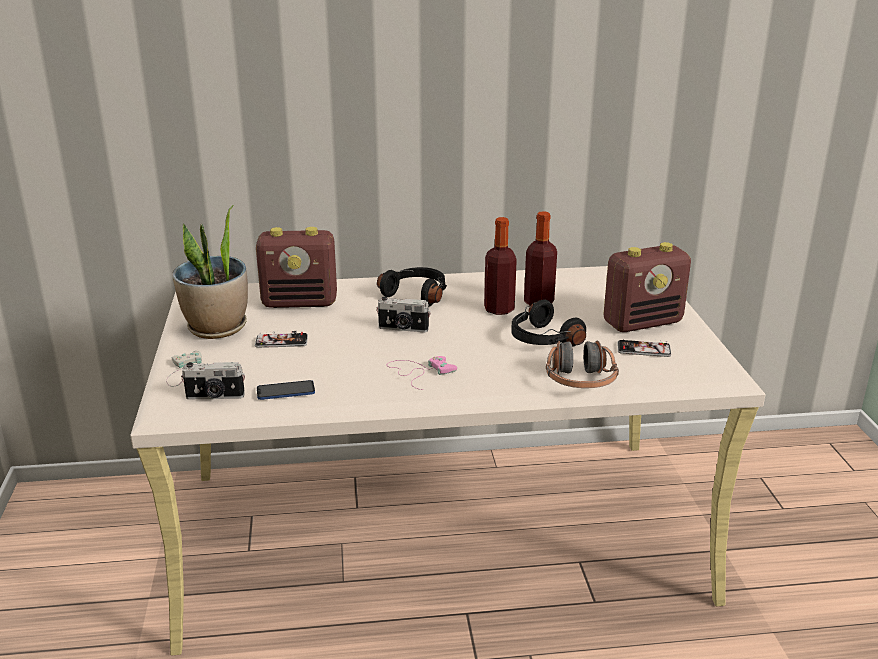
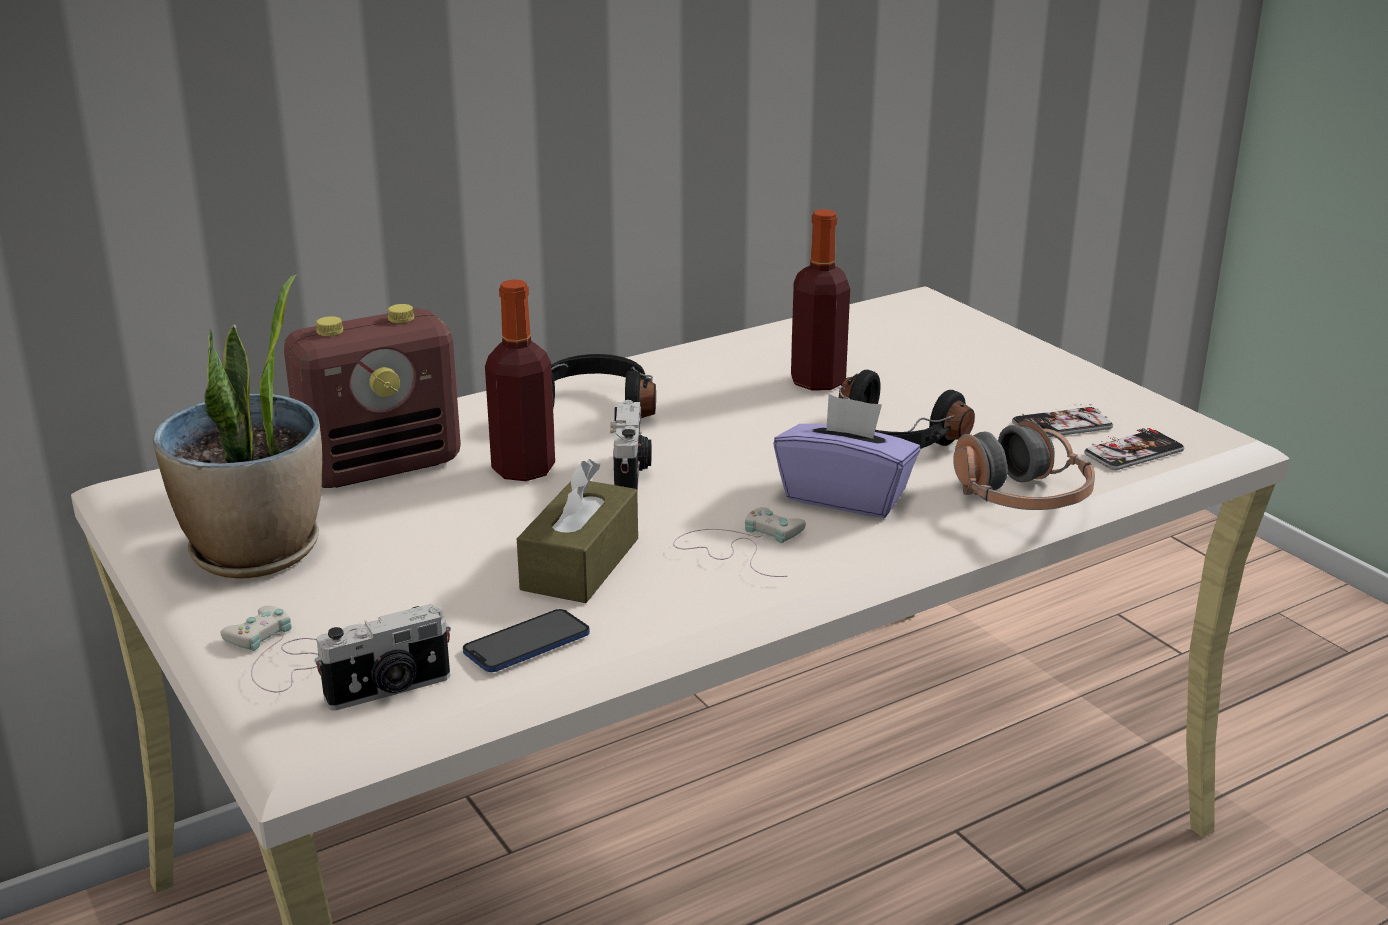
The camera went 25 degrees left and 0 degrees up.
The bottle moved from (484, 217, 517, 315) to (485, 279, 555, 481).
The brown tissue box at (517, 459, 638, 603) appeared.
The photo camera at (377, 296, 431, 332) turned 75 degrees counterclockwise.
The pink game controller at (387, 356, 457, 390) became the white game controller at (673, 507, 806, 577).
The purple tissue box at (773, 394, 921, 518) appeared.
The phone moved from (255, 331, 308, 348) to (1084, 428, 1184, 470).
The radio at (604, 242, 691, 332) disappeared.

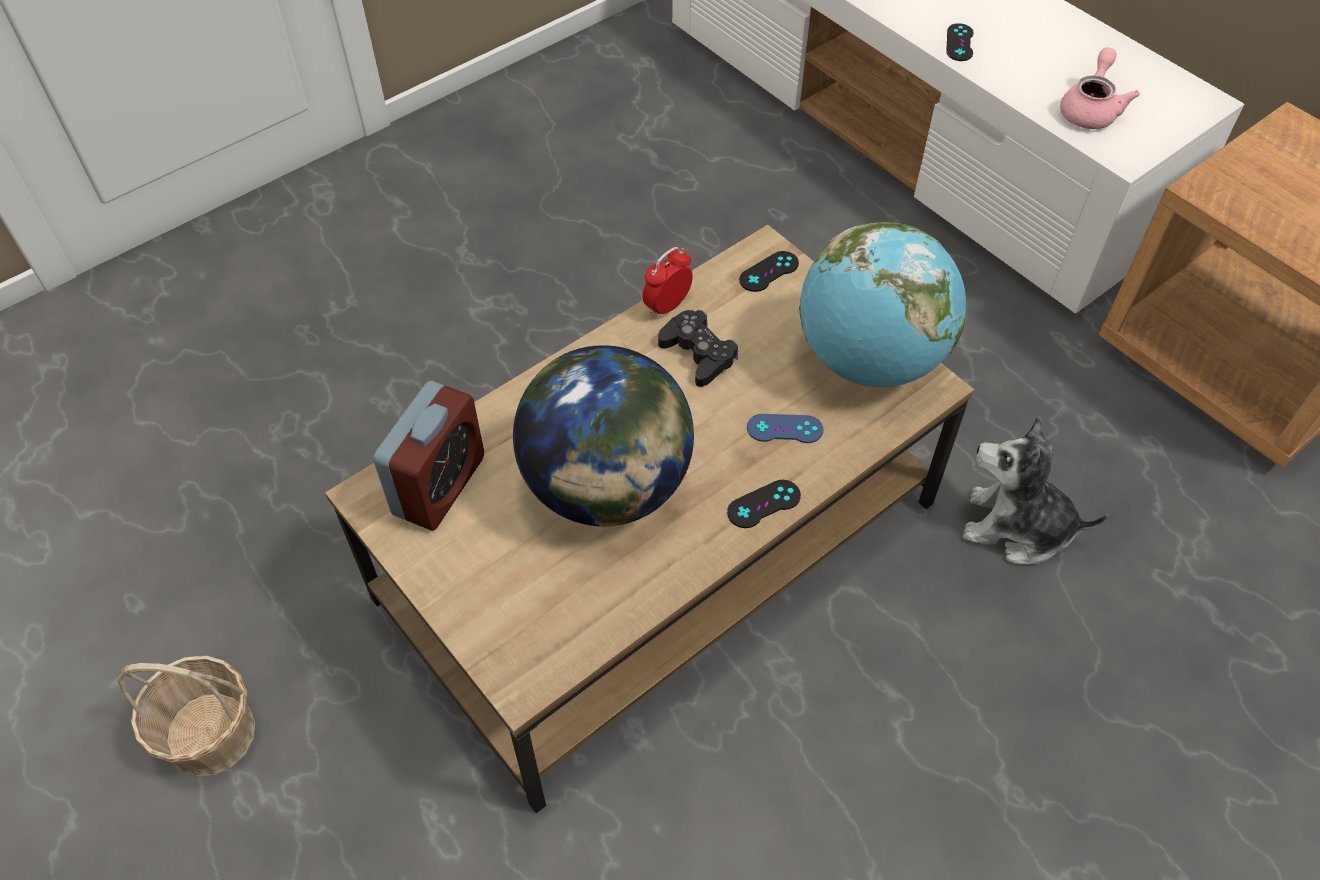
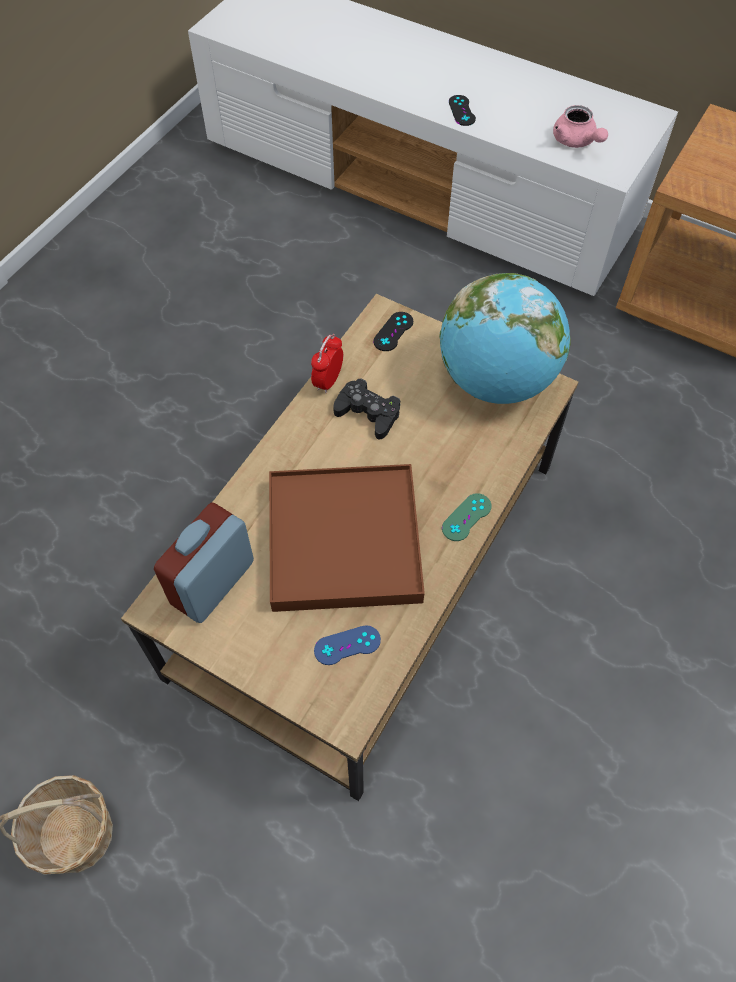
The camera went 20 degrees left and 5 degrees up.
The alarm clock at (373, 381, 484, 531) turned 150 degrees counterclockwise.
The globe at (513, 345, 694, 526) was replaced by the brown tray at (269, 464, 425, 612).
The blue game controller moved from (747, 414, 823, 443) to (314, 625, 381, 665).
The black game controller at (727, 480, 801, 528) became the green game controller at (442, 493, 492, 541).
The pink teapot at (1060, 47, 1140, 129) turned 150 degrees clockwise.
The plush toy at (963, 416, 1108, 564) disappeared.

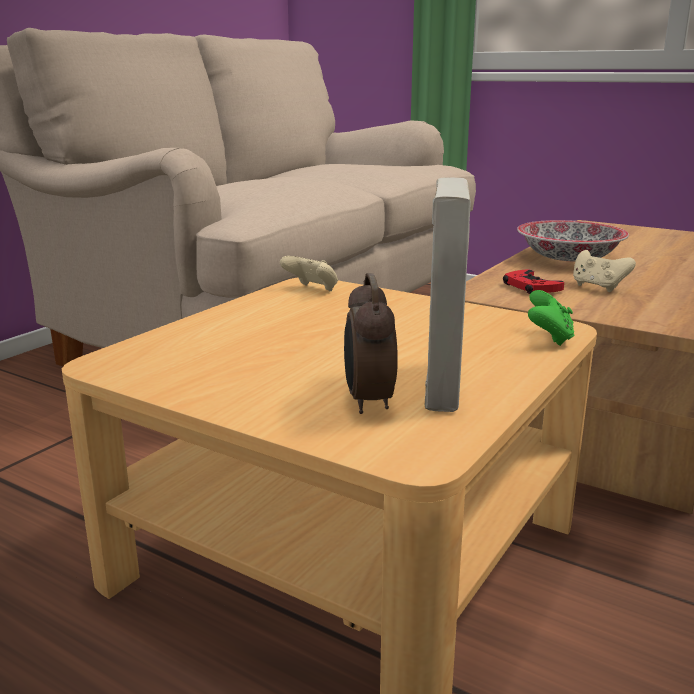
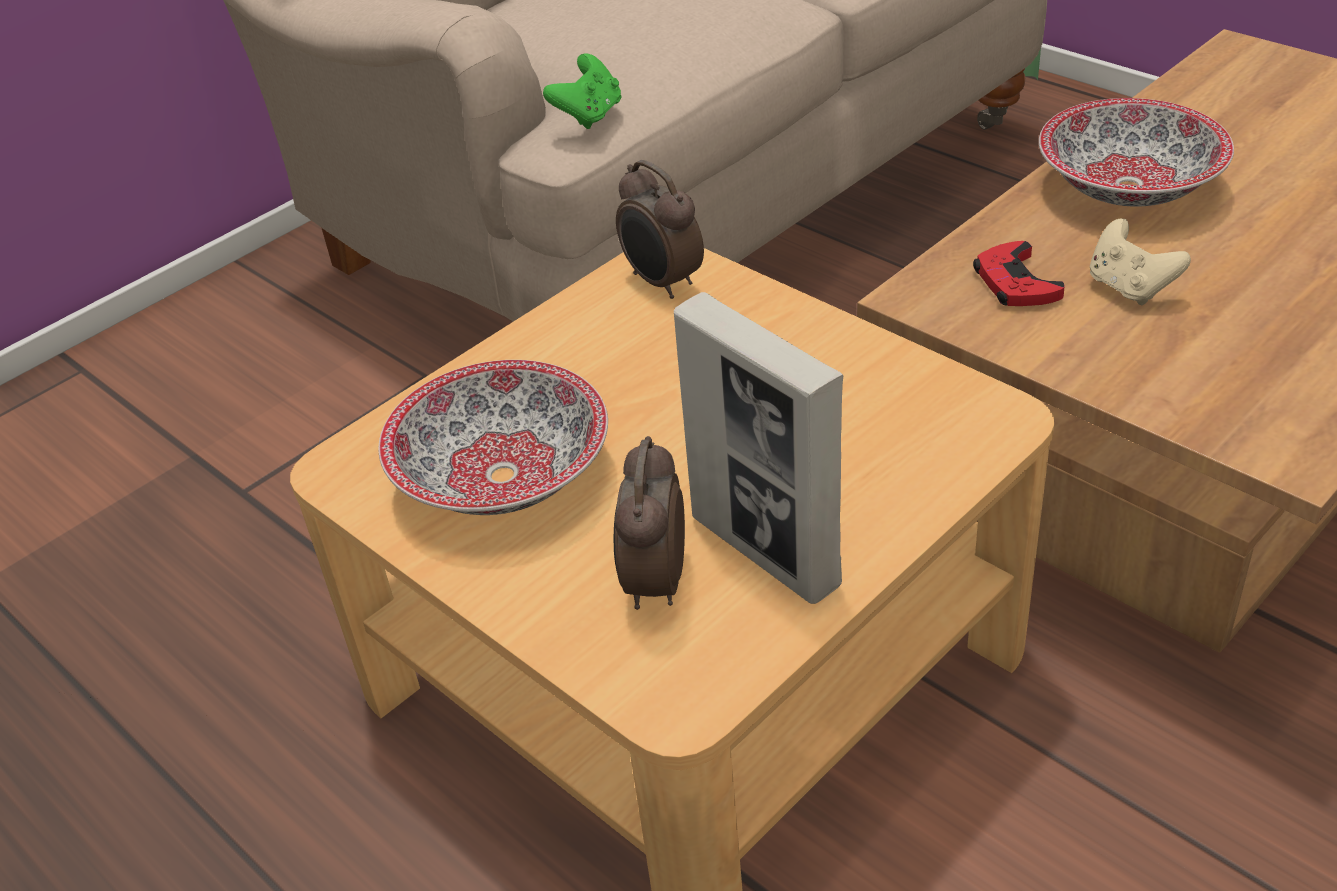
The camera went 15 degrees right and 20 degrees up.
The bowl at (378, 360, 608, 515) appeared.
The green game controller moved from (528, 290, 574, 346) to (543, 54, 621, 129).
The beige game controller at (280, 256, 338, 291) was replaced by the alarm clock at (616, 160, 704, 299).
The picture frame at (425, 177, 471, 412) turned 120 degrees clockwise.

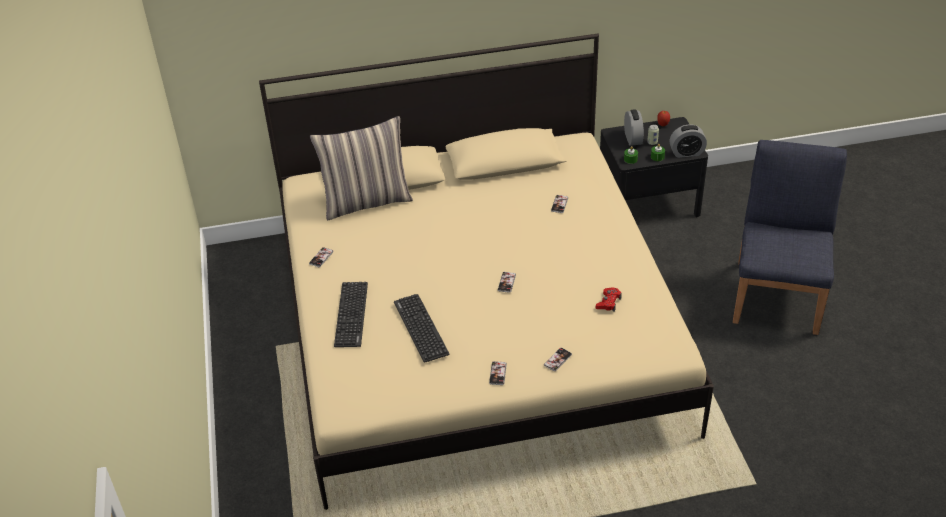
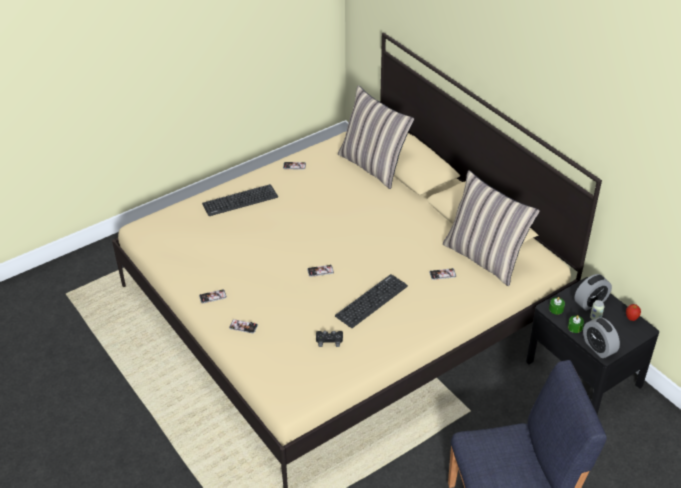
The camera went 65 degrees right and 0 degrees up.
The red game controller at (596, 287, 622, 312) became the black game controller at (316, 331, 343, 347).
The keyboard moved from (394, 294, 450, 363) to (335, 274, 408, 328).
The pillow at (443, 170, 540, 286) appeared.

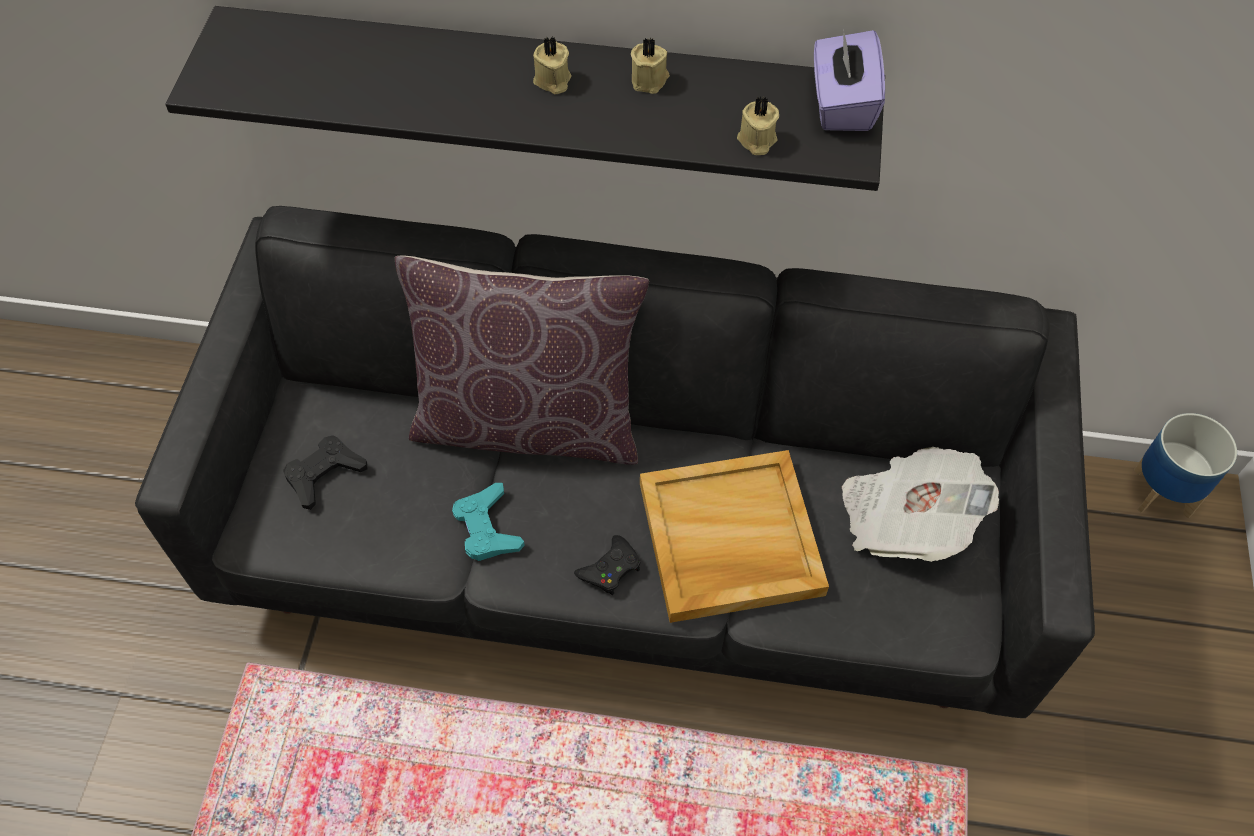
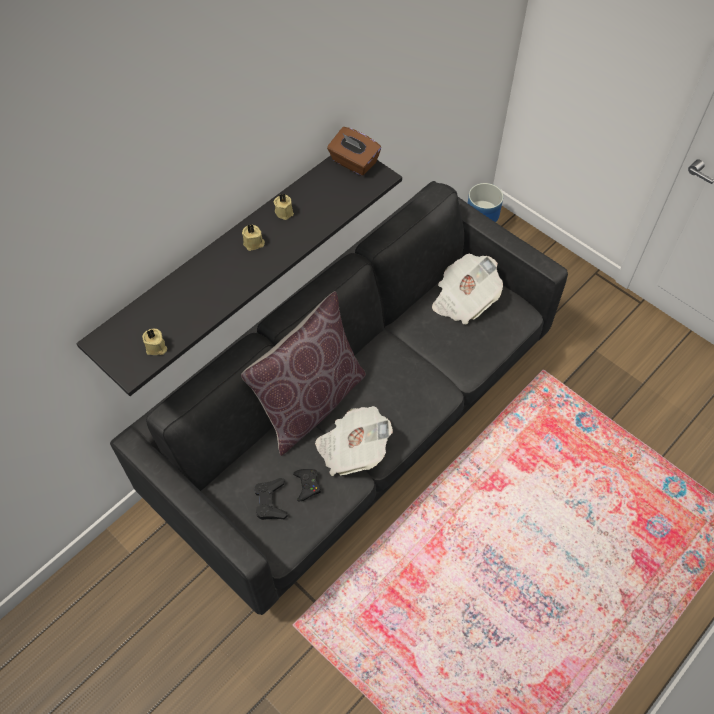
The camera went 55 degrees left and 0 degrees up.
The beige candle moved from (737, 97, 779, 155) to (142, 329, 167, 355).
The black game controller moved from (574, 535, 640, 595) to (293, 469, 321, 502).
The turquoise game controller at (452, 483, 525, 561) was replaced by the newspaper at (315, 406, 393, 476).
The purple tissue box at (814, 28, 885, 131) became the brown tissue box at (327, 127, 381, 176).
The beige tray at (640, 450, 829, 623) disappeared.

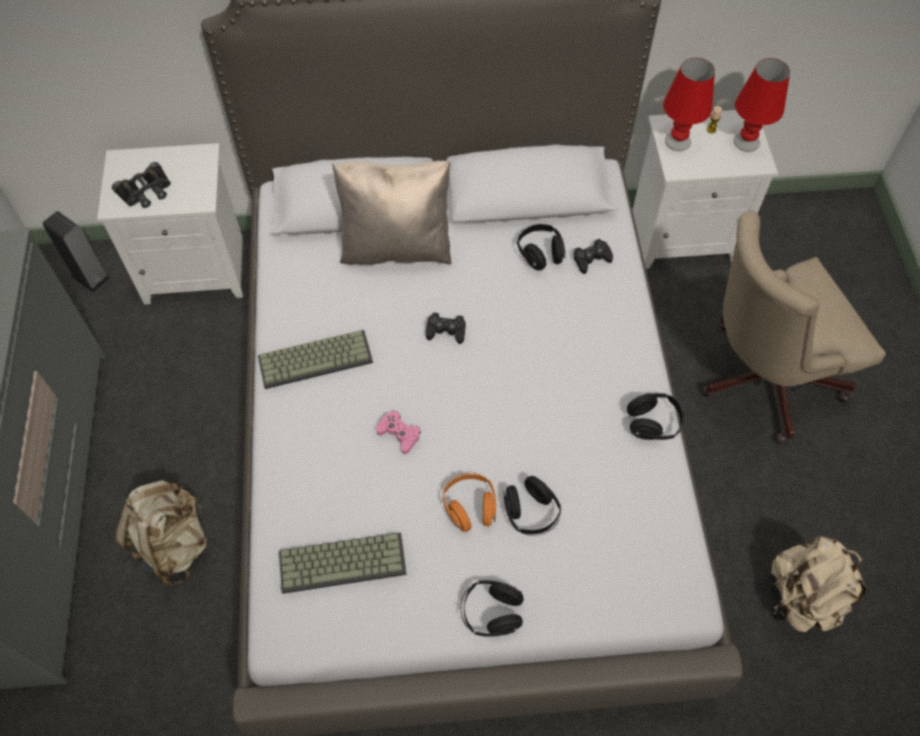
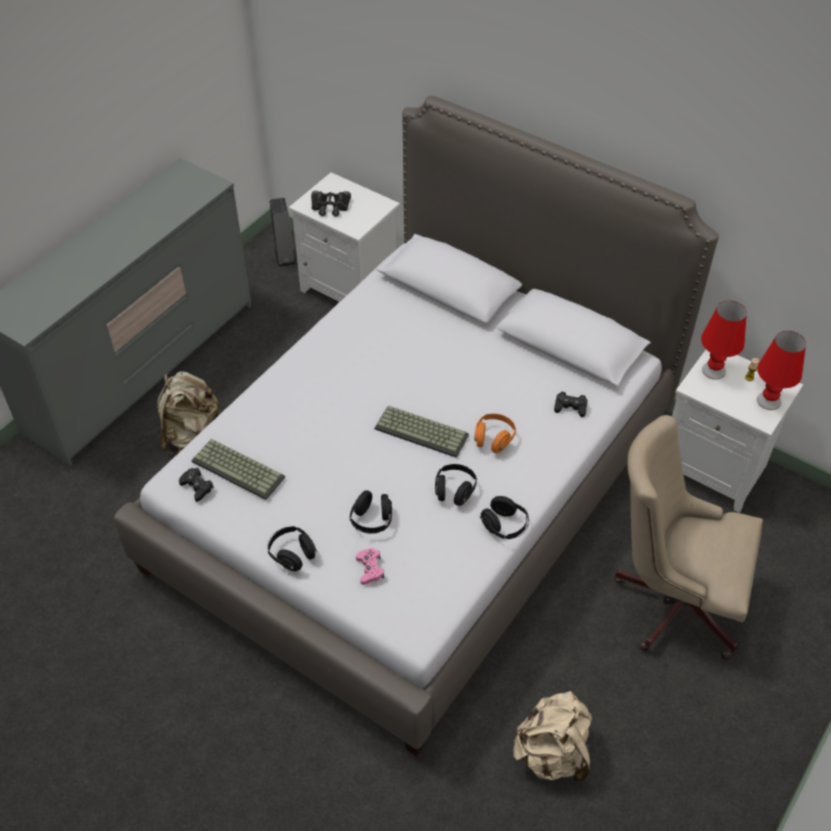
The camera went 40 degrees right and 10 degrees down.
The black game controller moved from (426, 313, 466, 344) to (179, 468, 214, 502).
The pink game controller moved from (376, 411, 421, 454) to (356, 548, 384, 585).
The keyboard moved from (258, 330, 373, 389) to (375, 406, 469, 458).
The black headphones moved from (517, 224, 565, 270) to (435, 464, 477, 506).
The orange headphones moved from (443, 473, 496, 532) to (474, 414, 516, 453).
The beige pillow at (332, 161, 452, 264) disappeared.

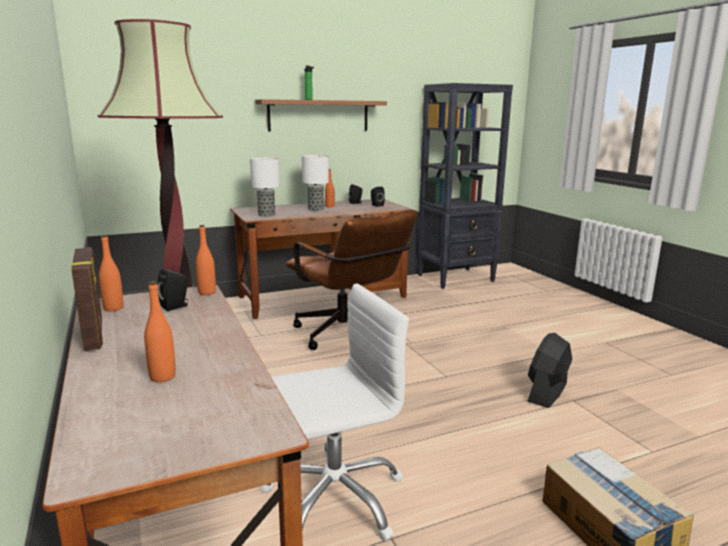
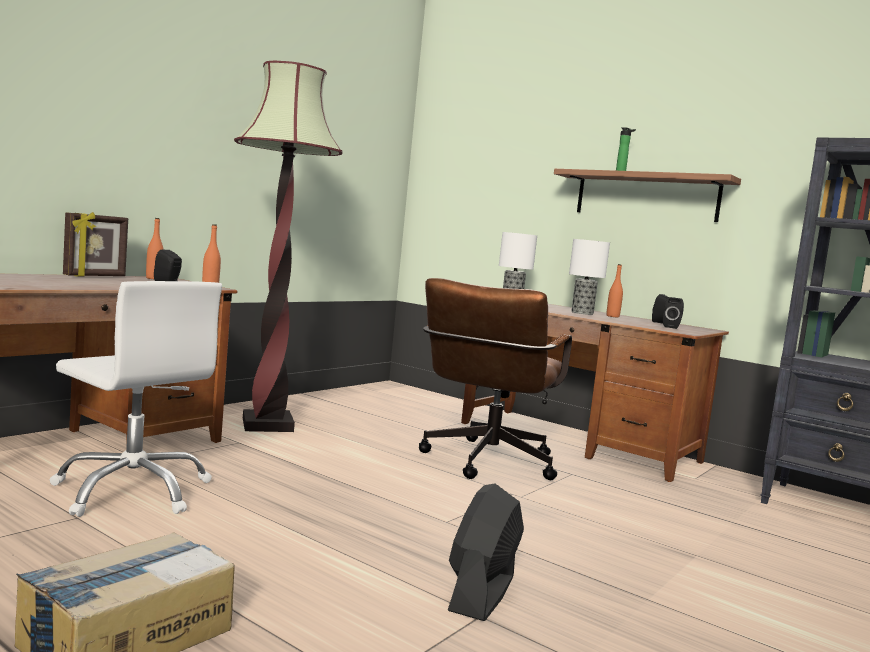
The camera went 60 degrees right and 10 degrees down.
The black fan at (528, 333, 572, 408) turned 75 degrees counterclockwise.
The orange bottle at (144, 281, 176, 382) disappeared.

